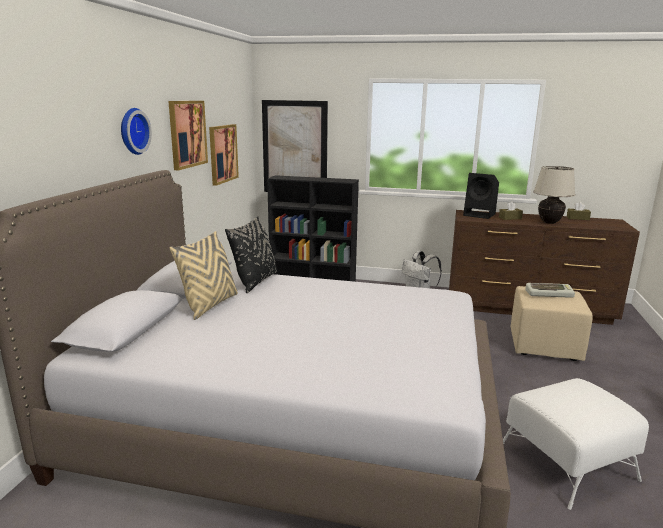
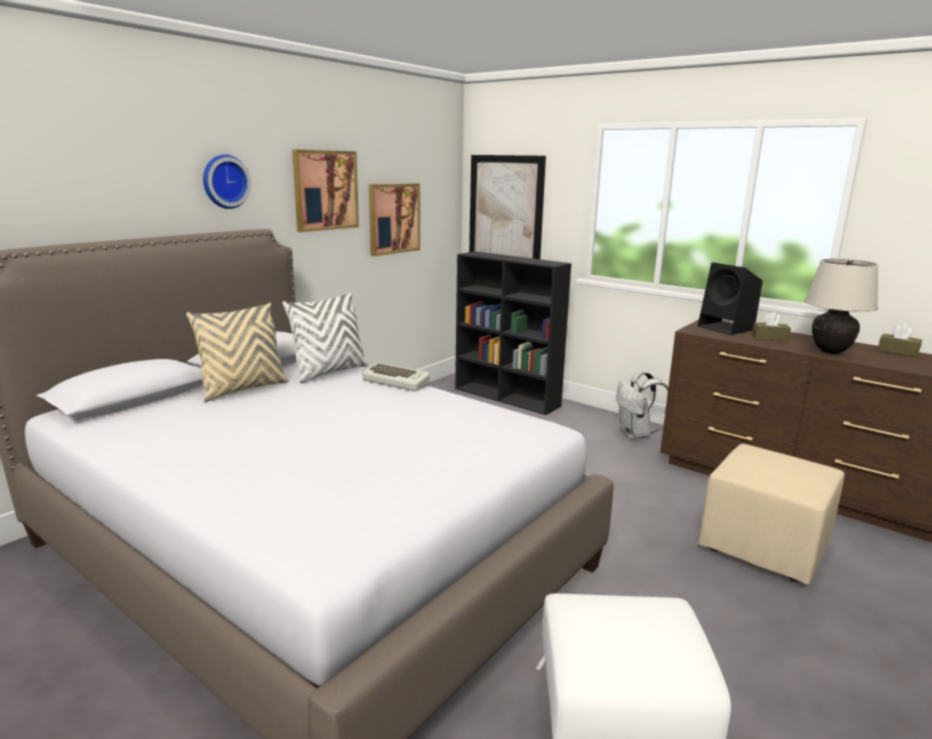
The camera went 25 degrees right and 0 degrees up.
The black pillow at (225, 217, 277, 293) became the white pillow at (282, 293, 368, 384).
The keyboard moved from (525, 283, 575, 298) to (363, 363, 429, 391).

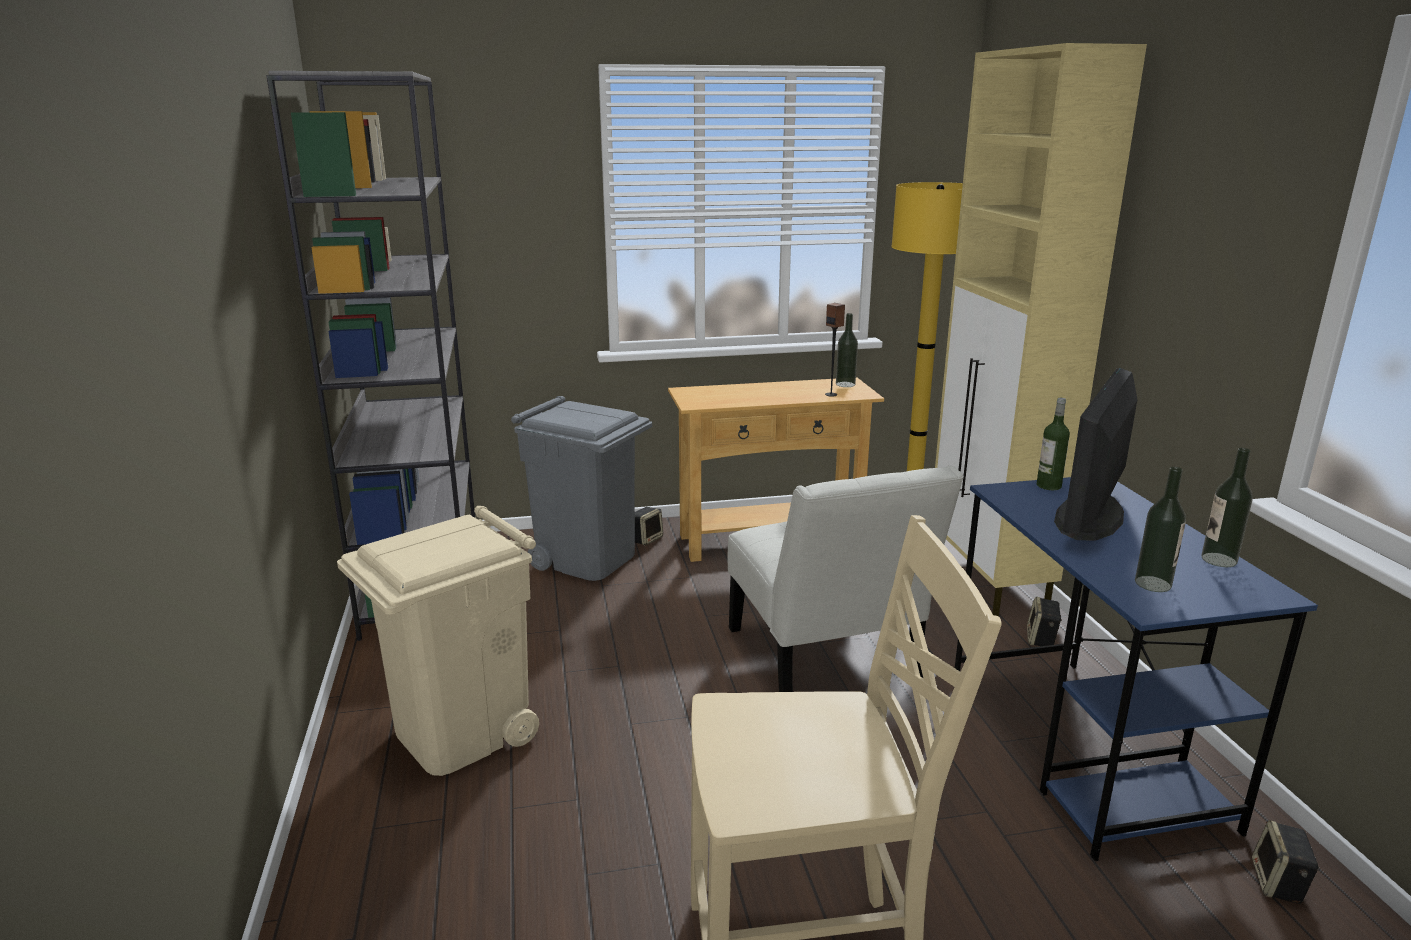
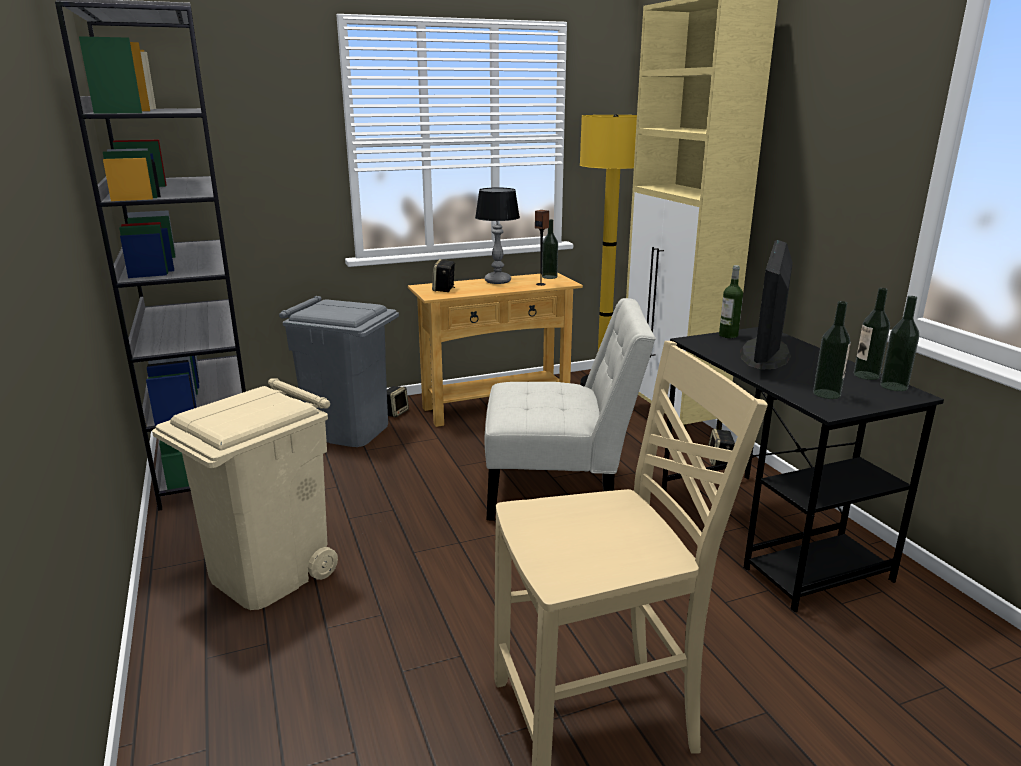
The camera went 10 degrees left and 0 degrees up.
The speaker moved from (1252, 820, 1319, 904) to (432, 259, 455, 292).
The table lamp at (475, 187, 520, 284) appeared.
The white chair at (728, 466, 964, 692) turned 60 degrees counterclockwise.
The blue desk at (955, 477, 1318, 861) became the black desk at (662, 327, 944, 612).
The bottle at (880, 296, 919, 391) appeared.

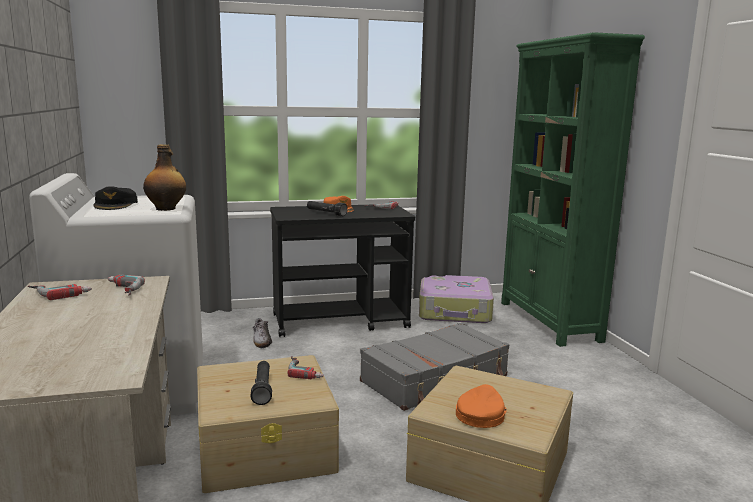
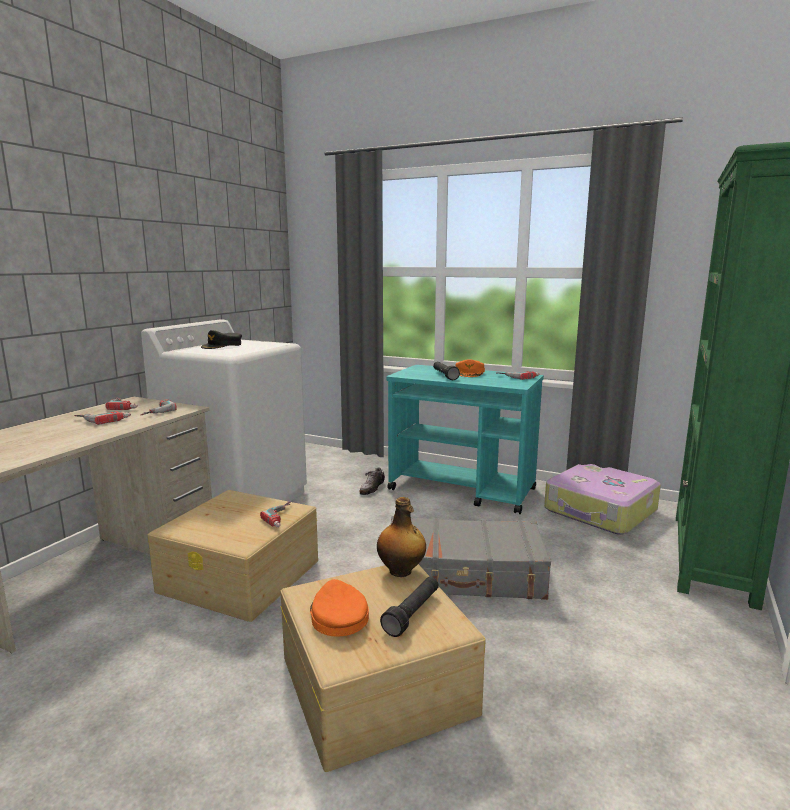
The camera went 40 degrees right and 0 degrees up.
The power drill at (74, 411, 131, 425) appeared.
The orange cap at (456, 384, 507, 428) turned 90 degrees counterclockwise.
The bottle moved from (143, 144, 186, 211) to (377, 497, 426, 577).
The black flashlight moved from (251, 361, 272, 405) to (380, 577, 439, 637).
The black cart at (270, 204, 415, 337) became the turquoise cart at (386, 365, 544, 514).

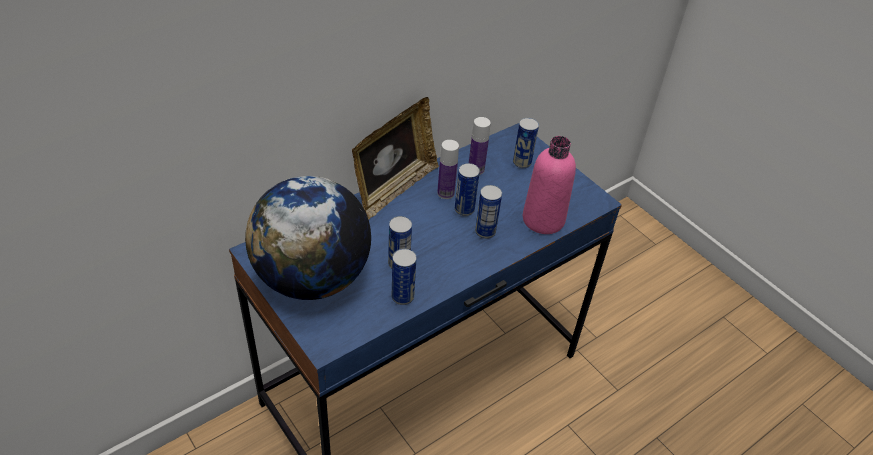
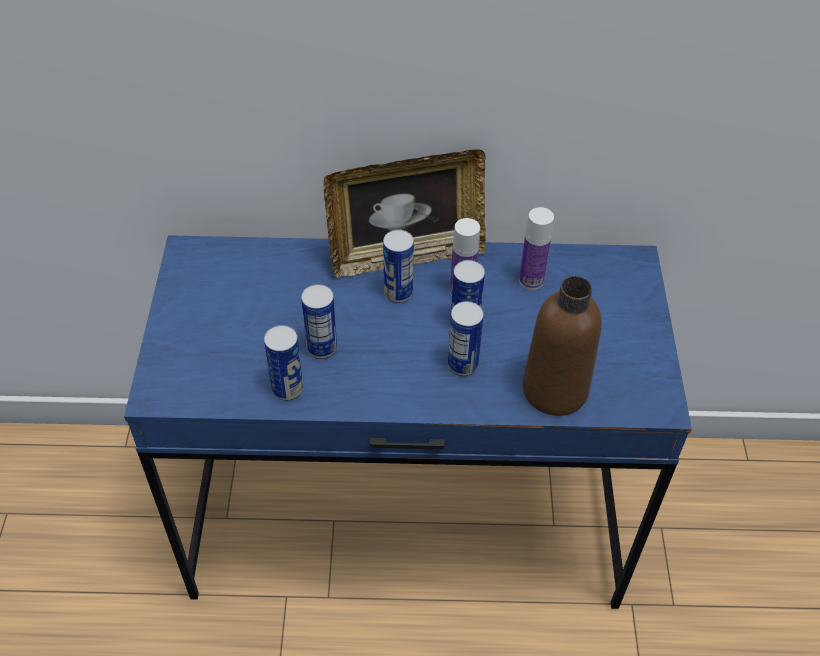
The camera went 40 degrees right and 5 degrees up.
The can moved from (513, 118, 539, 168) to (383, 230, 414, 303).
The pink bottle at (523, 136, 576, 234) became the brown bottle at (522, 276, 602, 416).
The globe at (245, 176, 371, 300) disappeared.

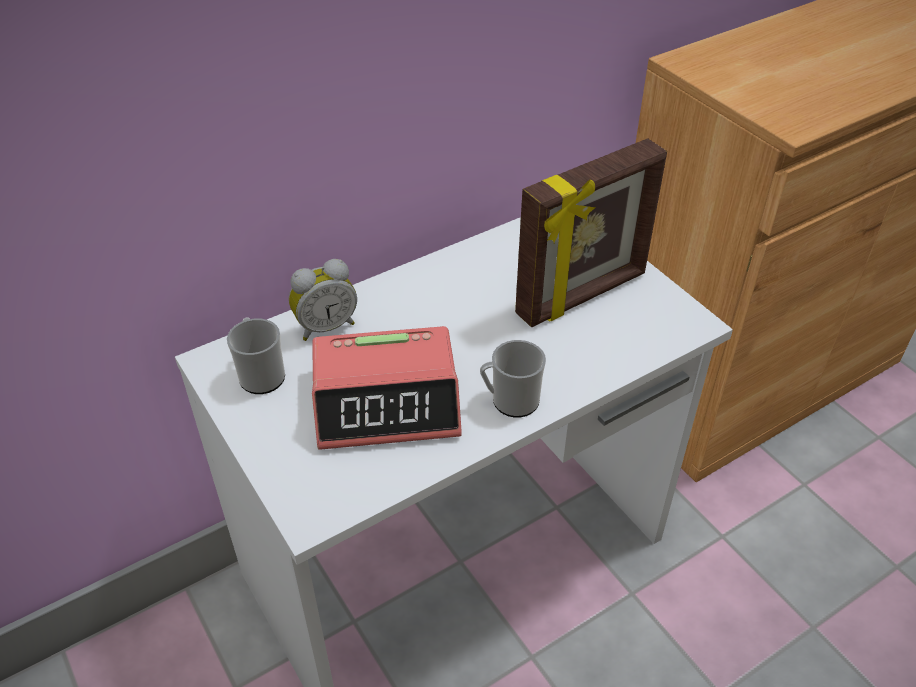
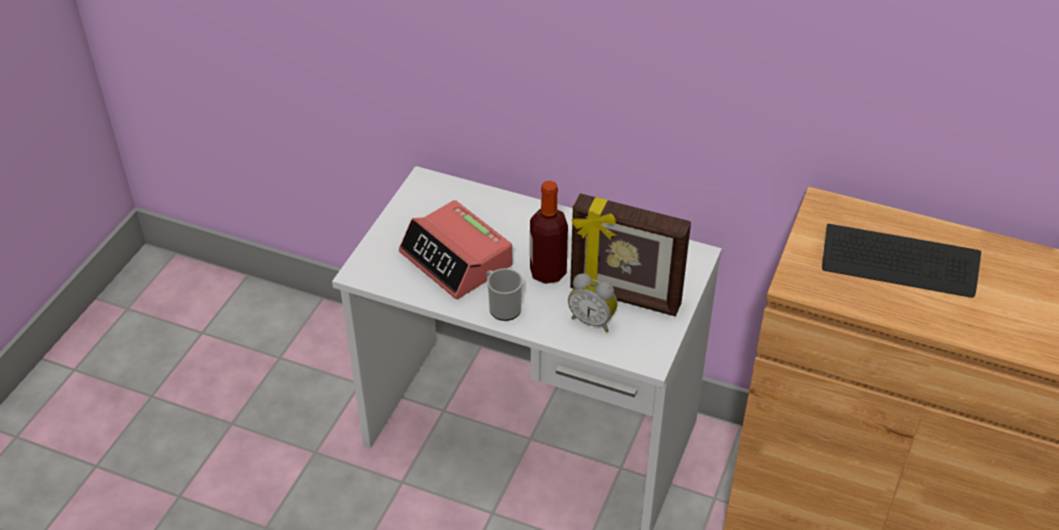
The camera went 55 degrees right and 0 degrees up.
The bottle at (530, 181, 568, 284) appeared.
The alarm clock moved from (289, 259, 357, 341) to (568, 273, 618, 332).
The keyboard at (822, 224, 981, 298) appeared.
The mug at (227, 317, 285, 394) disappeared.

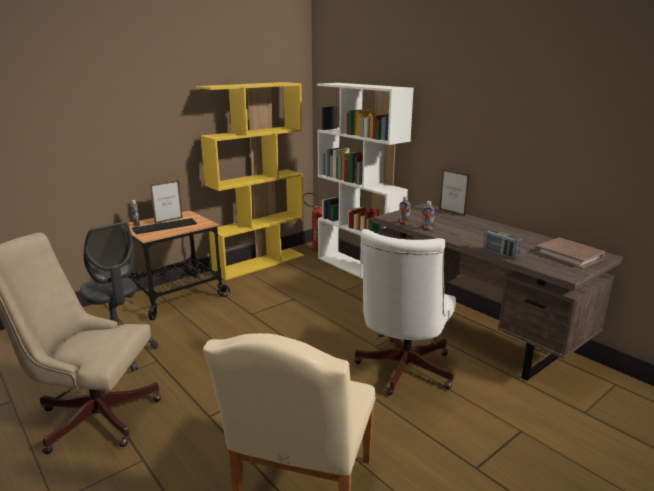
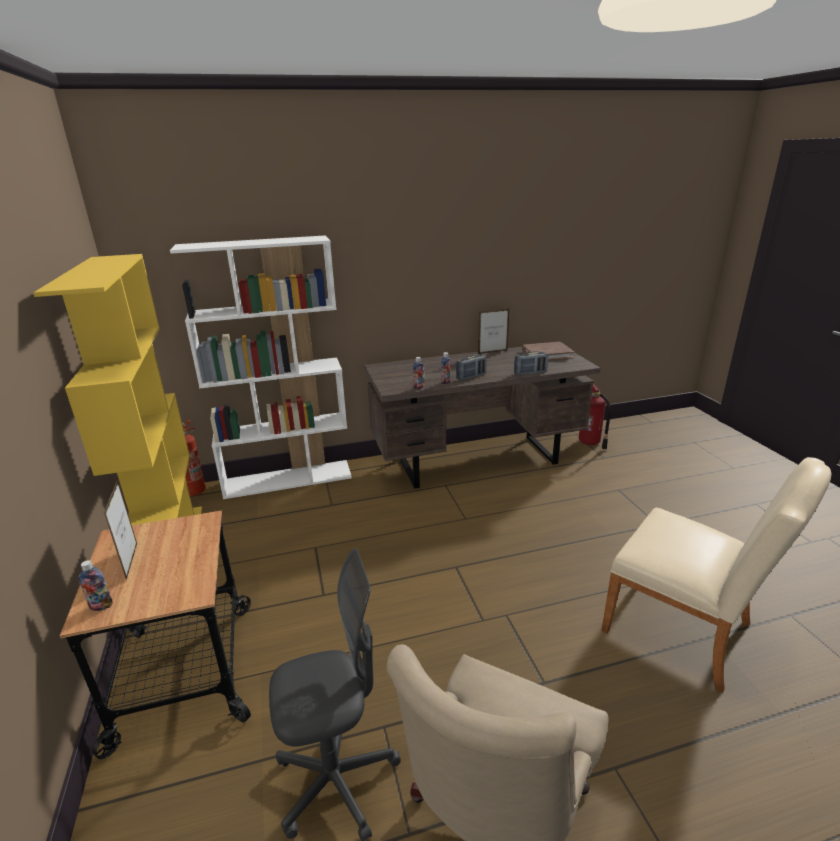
The camera went 65 degrees left and 5 degrees up.
The radio at (456, 354, 487, 380) appeared.
The picture frame moved from (439, 169, 469, 216) to (478, 308, 510, 354).
The fire extinguisher at (579, 384, 611, 449) appeared.
The keyboard at (132, 218, 197, 234) disappeared.
The white office chair at (354, 229, 456, 395) disappeared.

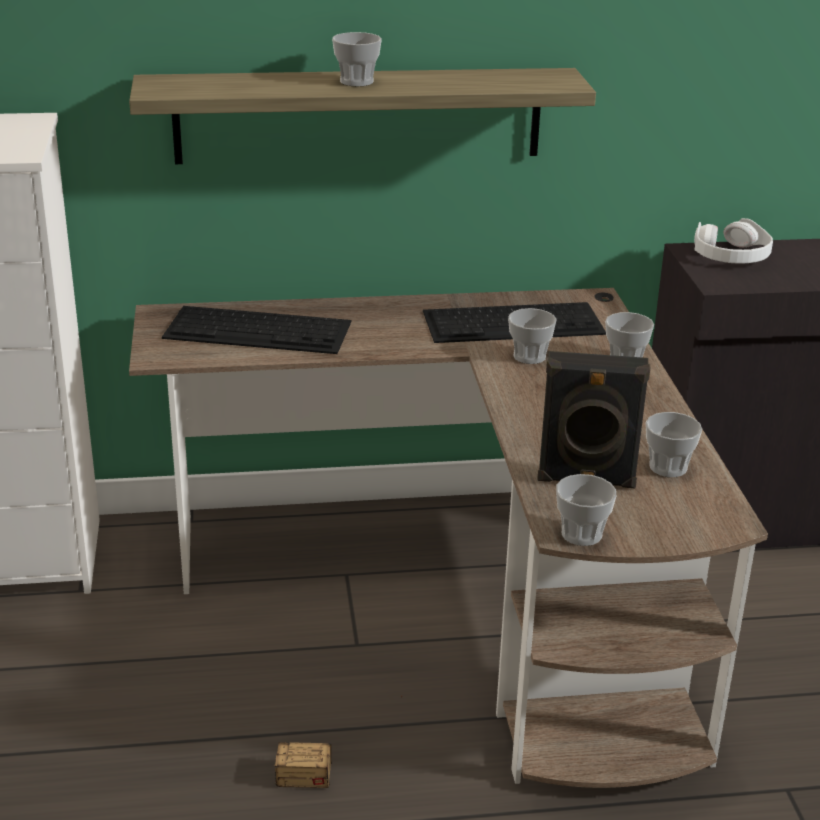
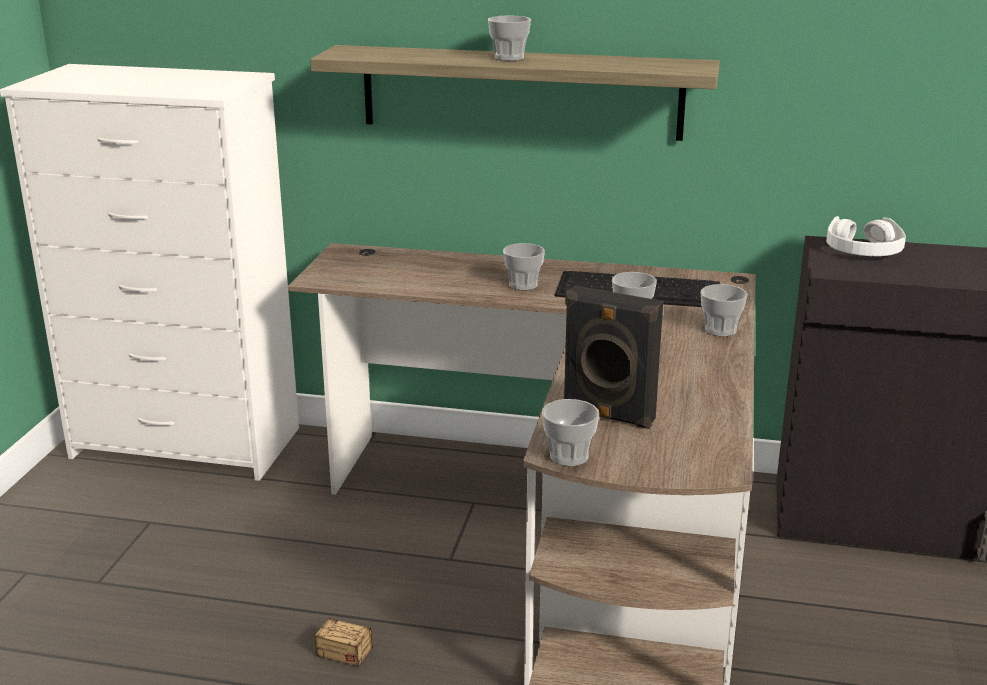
The camera went 20 degrees right and 5 degrees down.
The cup moved from (646, 412, 702, 477) to (503, 243, 545, 290).
The keyboard at (162, 306, 351, 354) disappeared.

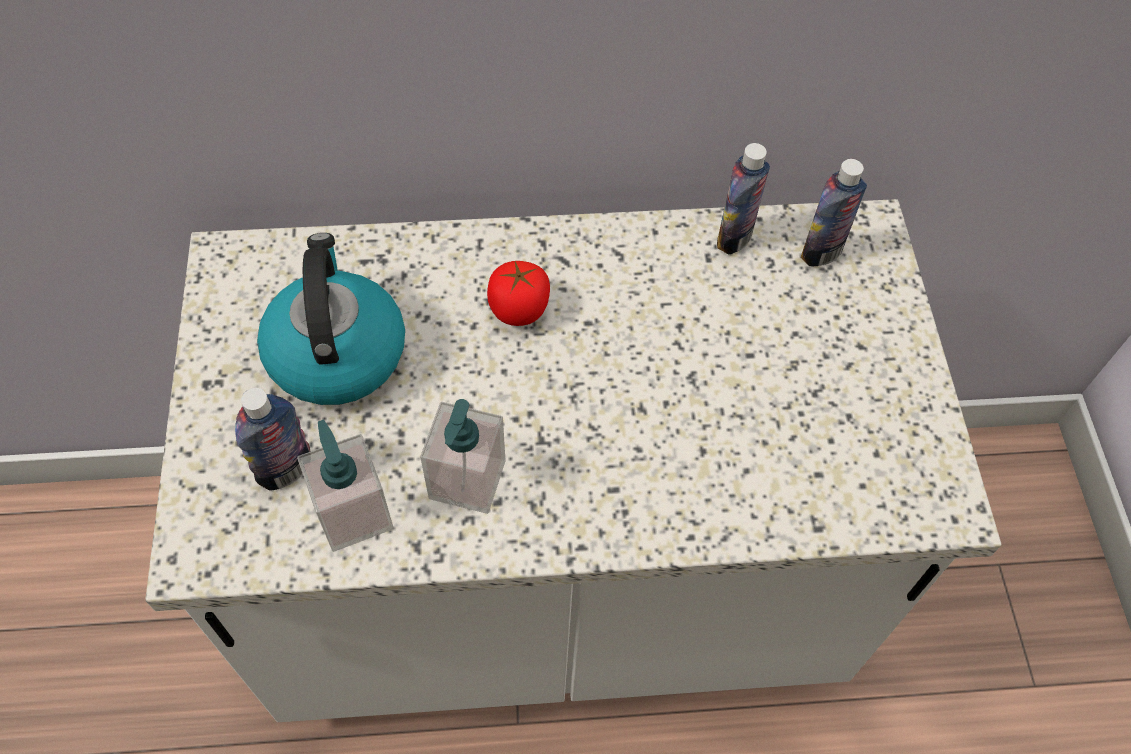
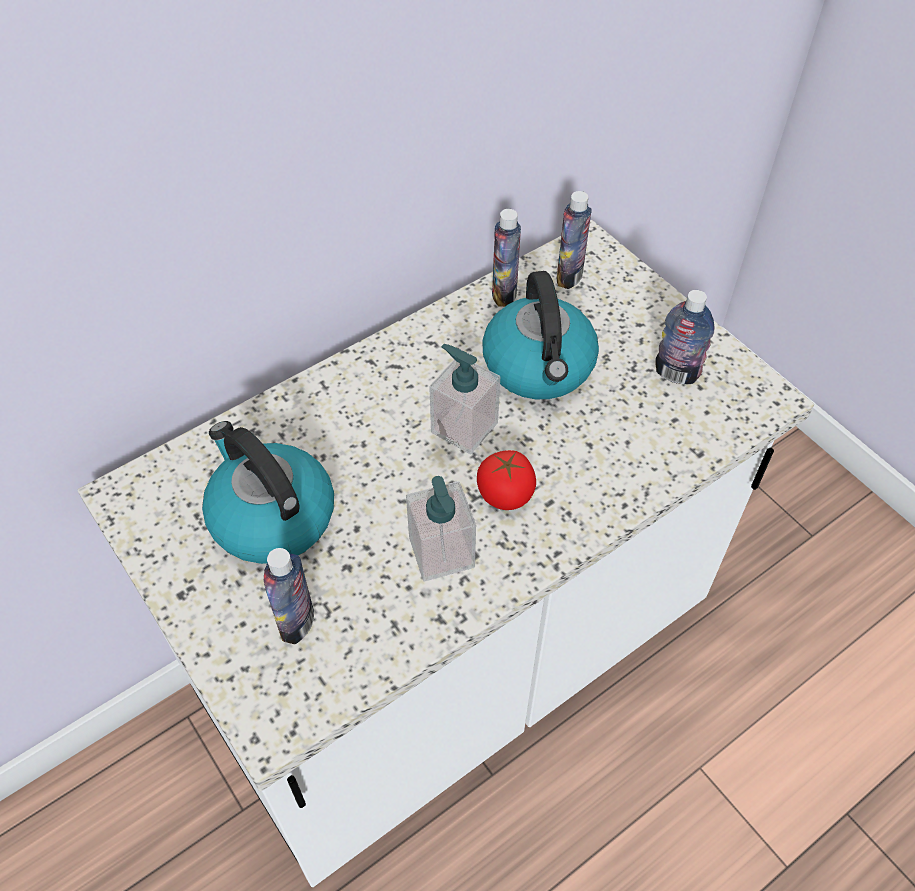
The camera went 30 degrees left and 5 degrees down.
The soap dispenser moved from (297, 419, 394, 552) to (429, 344, 500, 454).
The tomato moved from (487, 261, 550, 326) to (477, 450, 536, 510).
The kettle at (482, 271, 599, 399) appeared.
The bottle at (655, 290, 715, 384) appeared.

